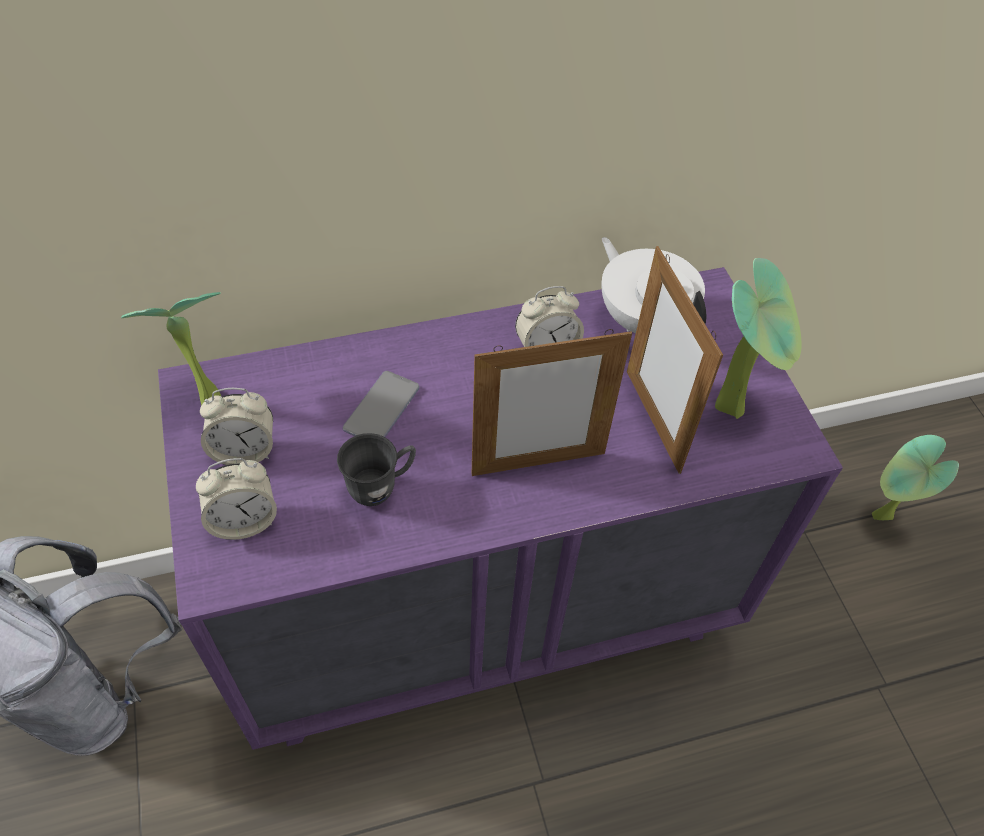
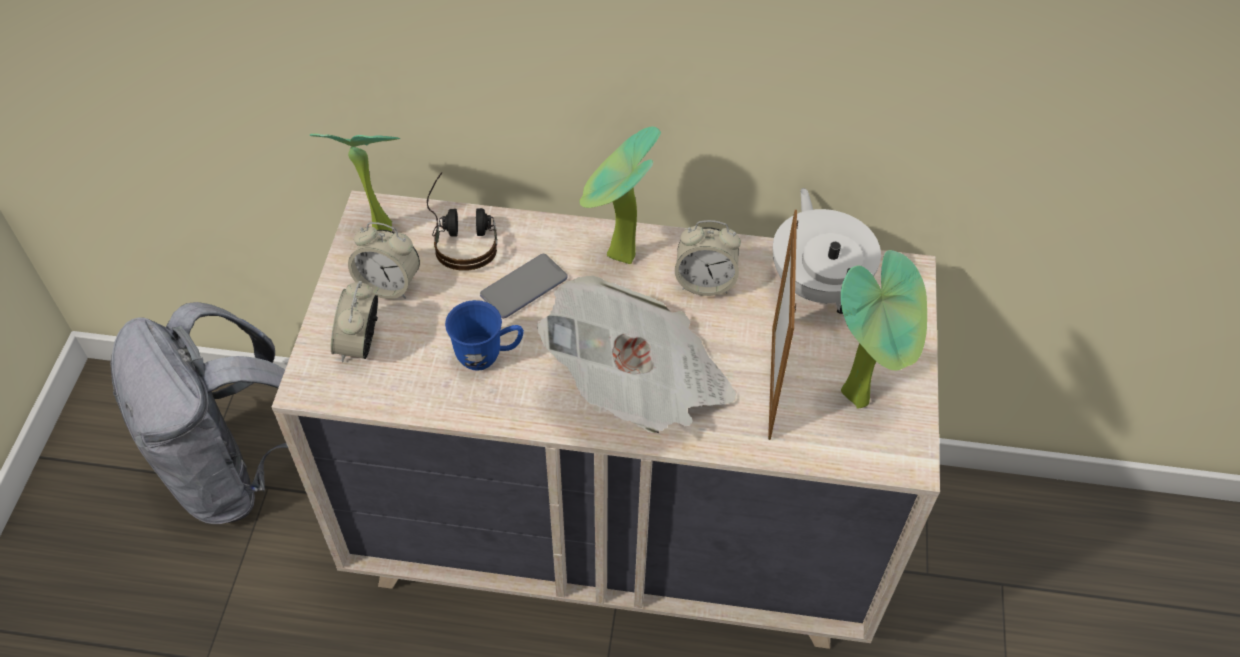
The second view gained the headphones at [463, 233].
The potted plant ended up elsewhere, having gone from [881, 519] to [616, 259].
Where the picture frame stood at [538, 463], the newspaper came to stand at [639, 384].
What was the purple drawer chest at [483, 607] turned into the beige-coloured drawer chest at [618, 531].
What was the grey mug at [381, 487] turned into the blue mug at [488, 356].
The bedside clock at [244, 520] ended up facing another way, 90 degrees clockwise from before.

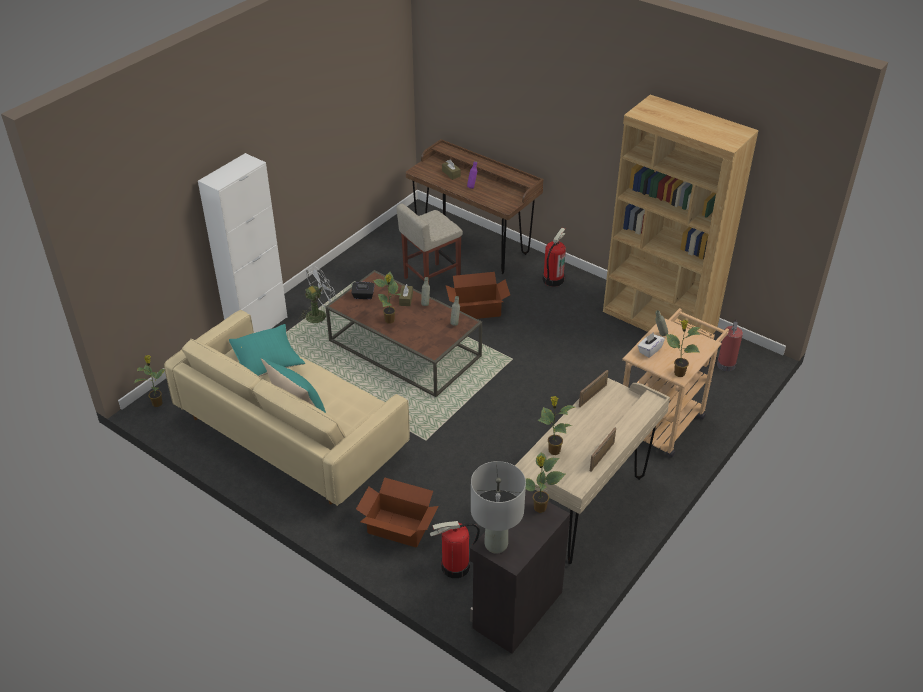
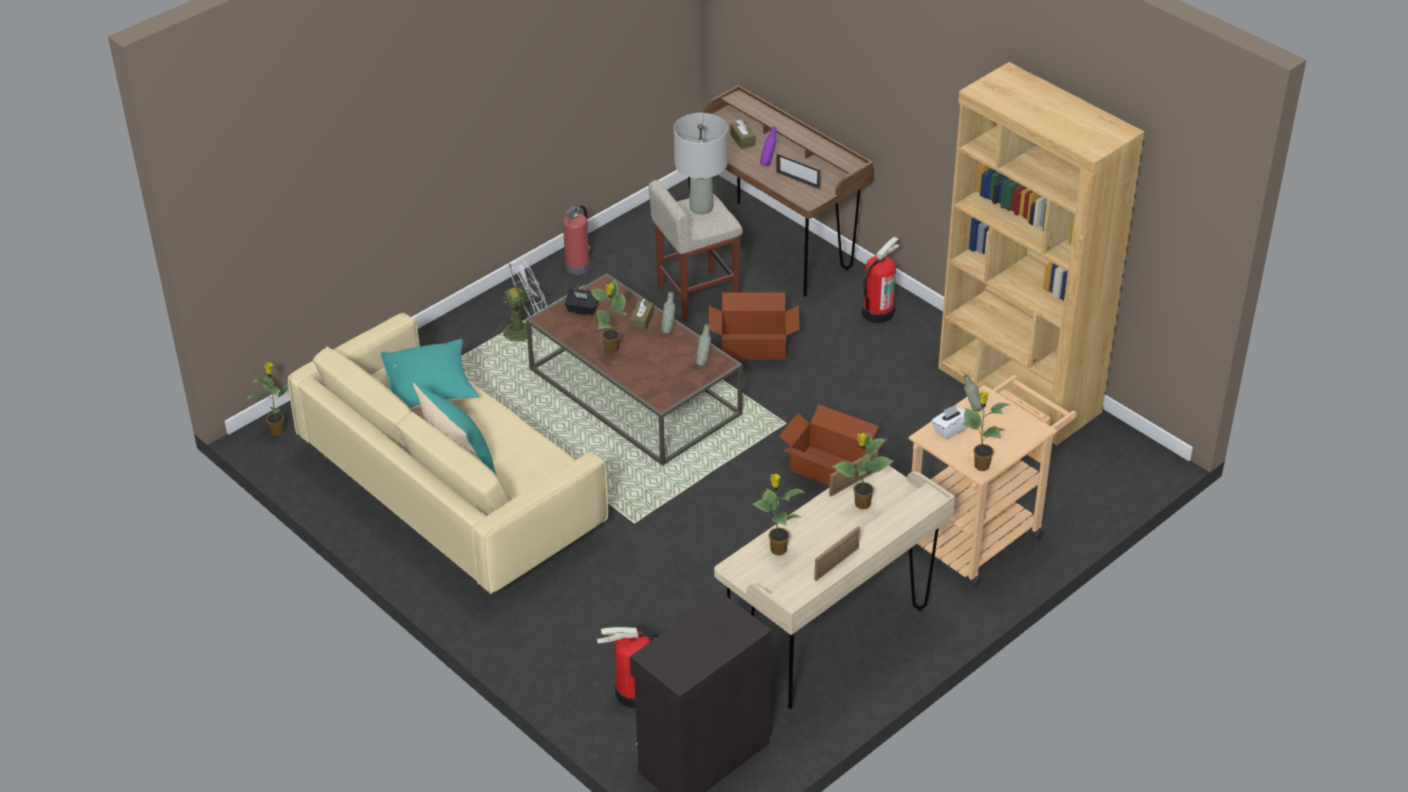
The second view lost the white-coloured cabinet at [257, 327].
The second view gained the picture frame at [798, 180].
The carton ended up elsewhere, having gone from [398, 528] to [829, 470].
The grey table lamp ended up elsewhere, having gone from [496, 545] to [701, 208].
The potted plant ended up elsewhere, having gone from [539, 508] to [861, 504].
The fire-fighting cylinder ended up elsewhere, having gone from [726, 364] to [578, 266].

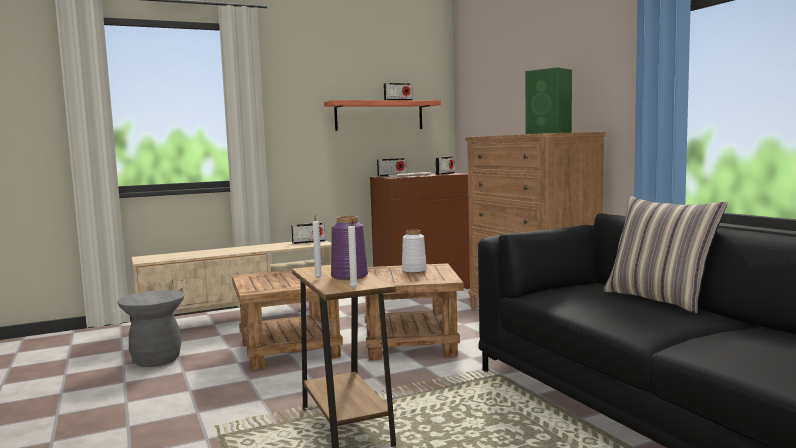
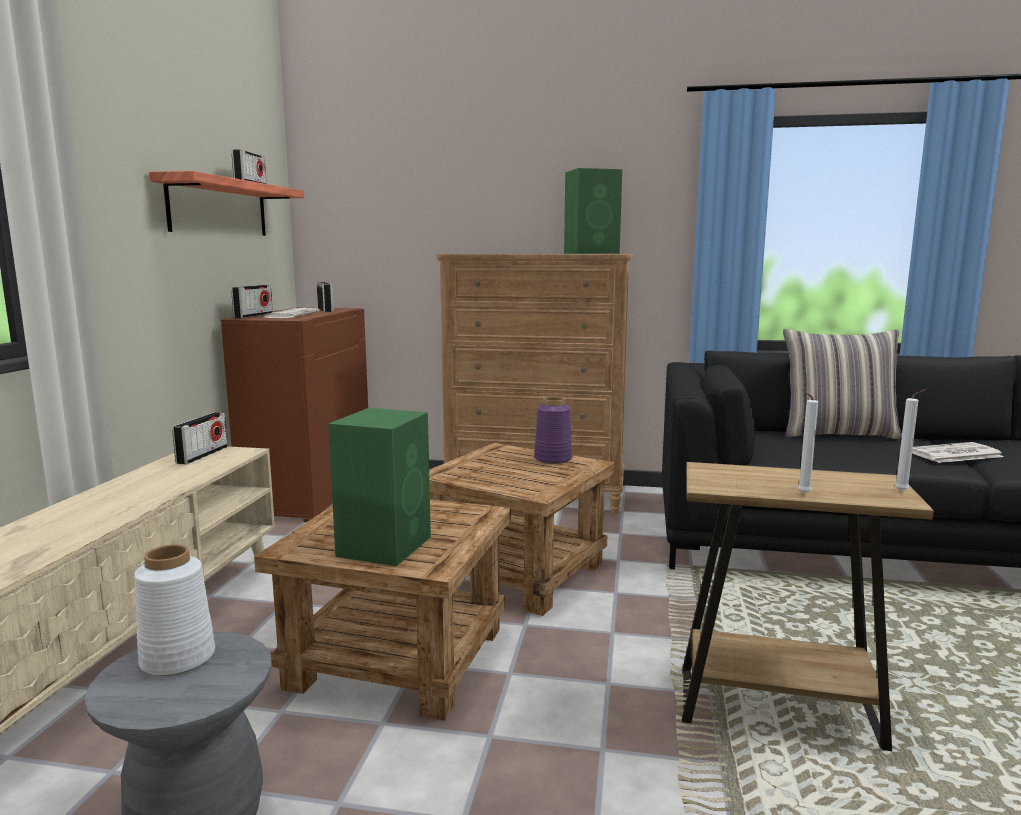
The second view gained the green-coloured loudspeaker at [385, 545].
The second view gained the newspaper at [953, 454].
The purple decorative vase ended up elsewhere, having gone from [349, 277] to [553, 459].
The white-coloured decorative vase ended up elsewhere, having gone from [414, 271] to [178, 659].

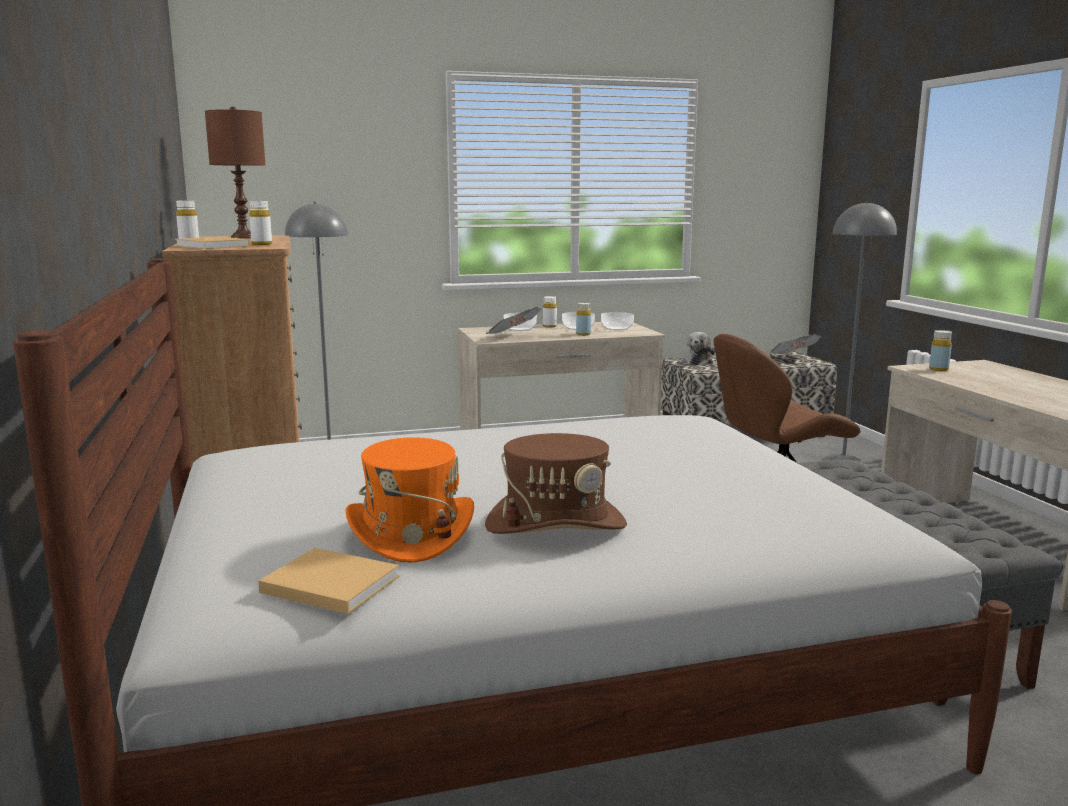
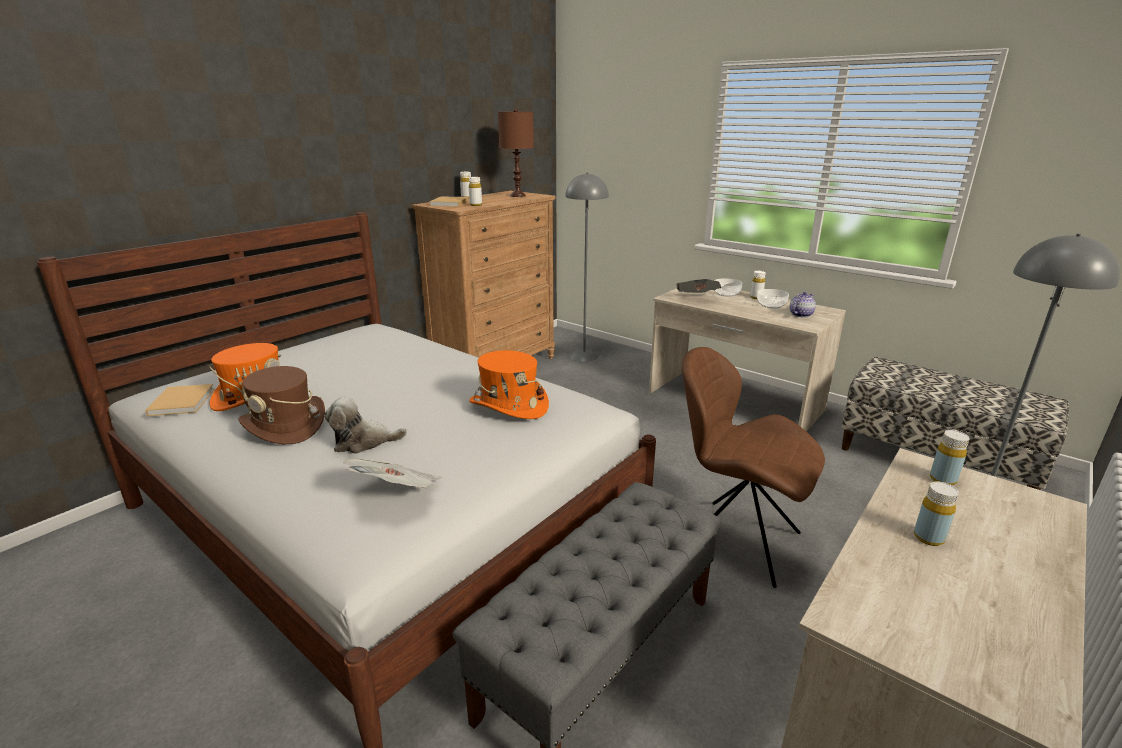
The second view gained the orange clothing hat at [508, 405].
The yellow-coloured beverage bottle ended up elsewhere, having gone from [583, 334] to [928, 538].
The soft toy ended up elsewhere, having gone from [699, 361] to [363, 442].
The newspaper ended up elsewhere, having gone from [793, 358] to [398, 493].
Where the serving bowl stood at [616, 328], the pot for tea came to stand at [800, 314].

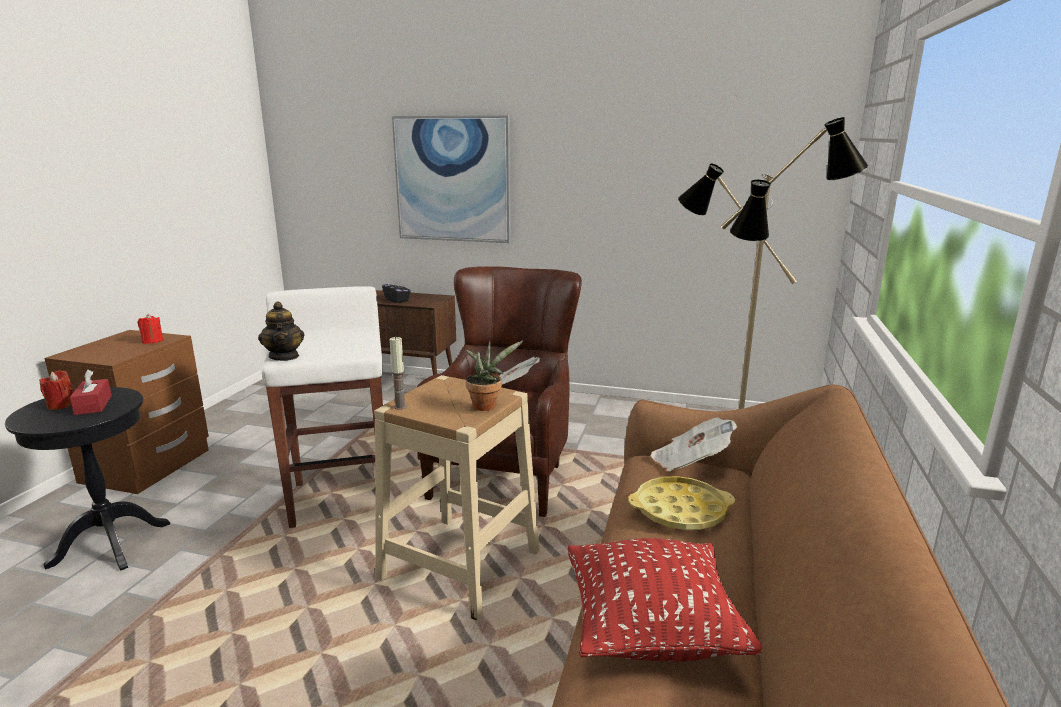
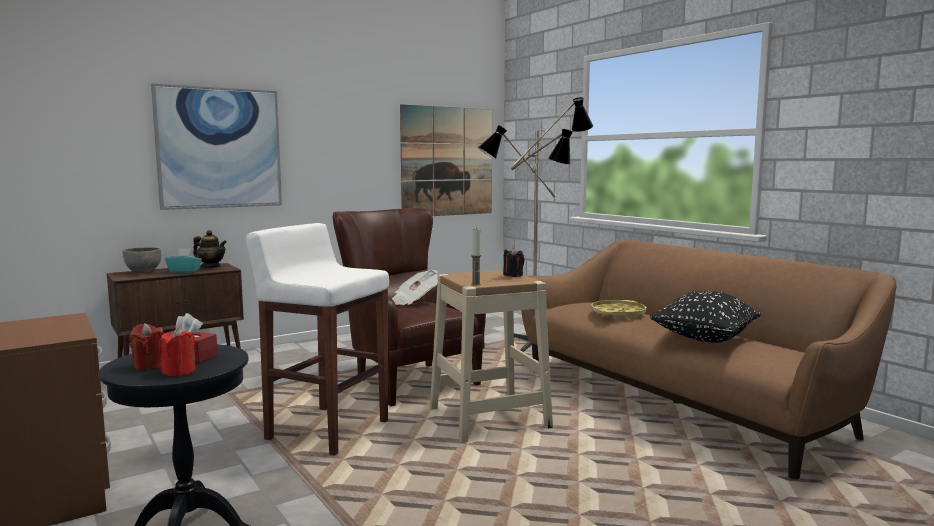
The second view lost the newspaper at [690, 462].
The second view gained the grey serving bowl at [143, 272].
The second view gained the wall art at [447, 161].
The reddish wax light ended up elsewhere, having gone from [152, 341] to [179, 371].
The pot for tea ended up elsewhere, having gone from [284, 356] to [211, 267].
Where the potted plant stood at [487, 405], the black wax light came to stand at [513, 275].
What was the black box of tissues at [397, 300] turned into the blue-green box of tissues at [184, 271].
What was the reddish throw pillow at [651, 631] turned into the black throw pillow at [704, 339].

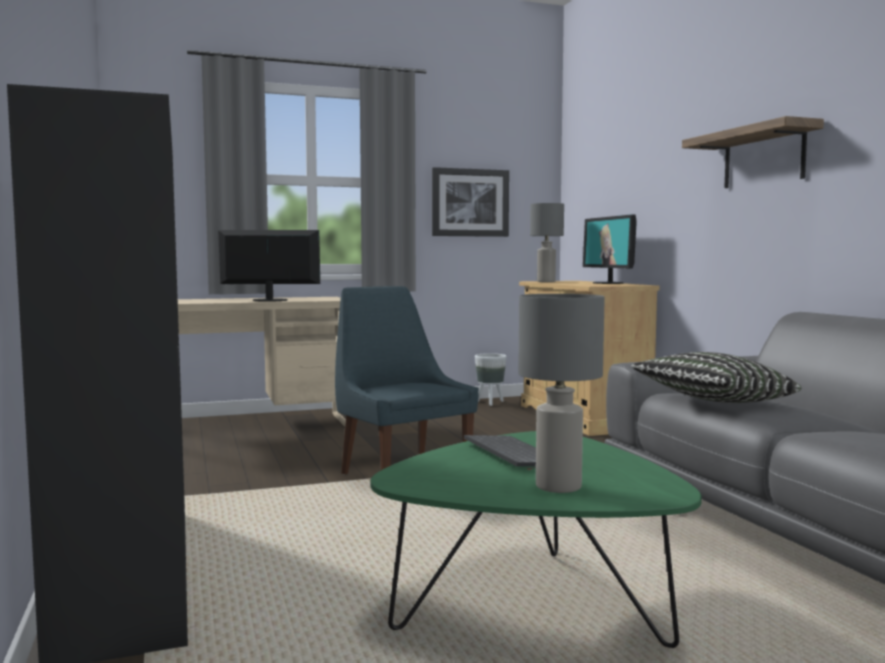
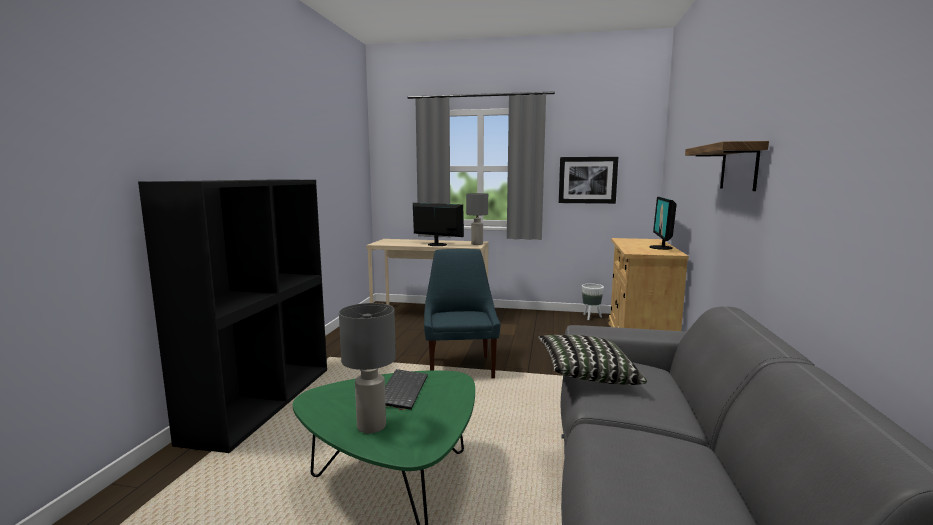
The grey table lamp ended up elsewhere, having gone from [546, 282] to [477, 244].

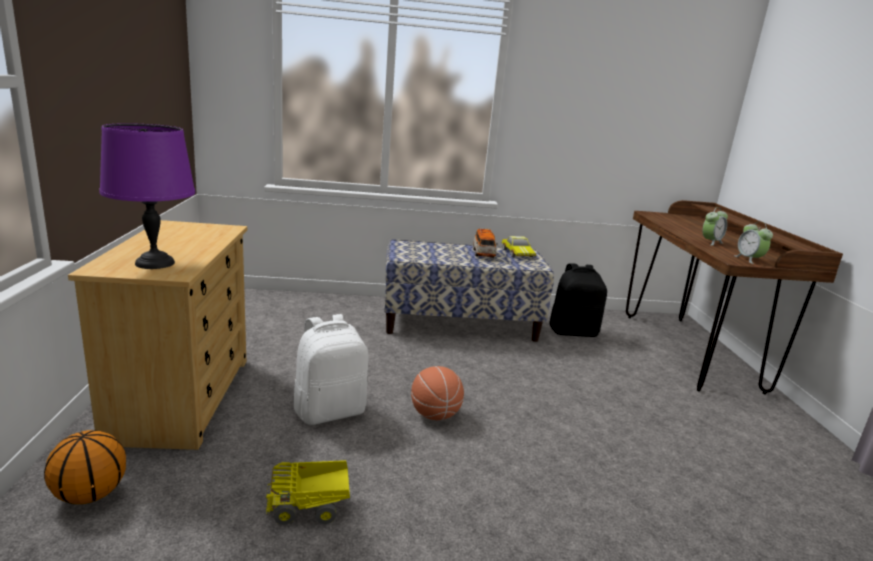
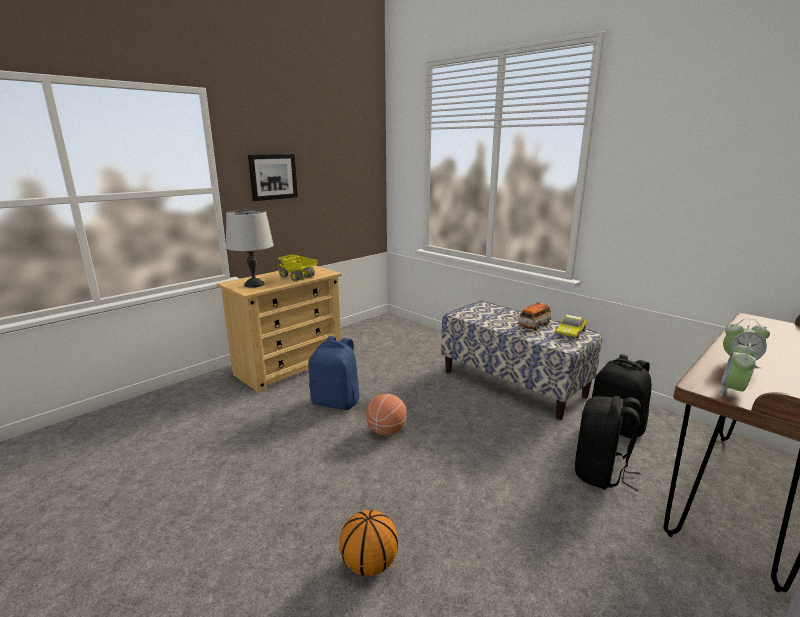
The second view gained the wall art at [273, 176].
The second view gained the black backpack at [601, 473].
The basketball ended up elsewhere, having gone from [91, 494] to [370, 564].
The toy lorry ended up elsewhere, having gone from [310, 508] to [298, 277].
What was the purple table lamp at [156, 263] turned into the grey table lamp at [254, 284].
What was the white-coloured backpack at [330, 411] turned into the blue backpack at [336, 402].

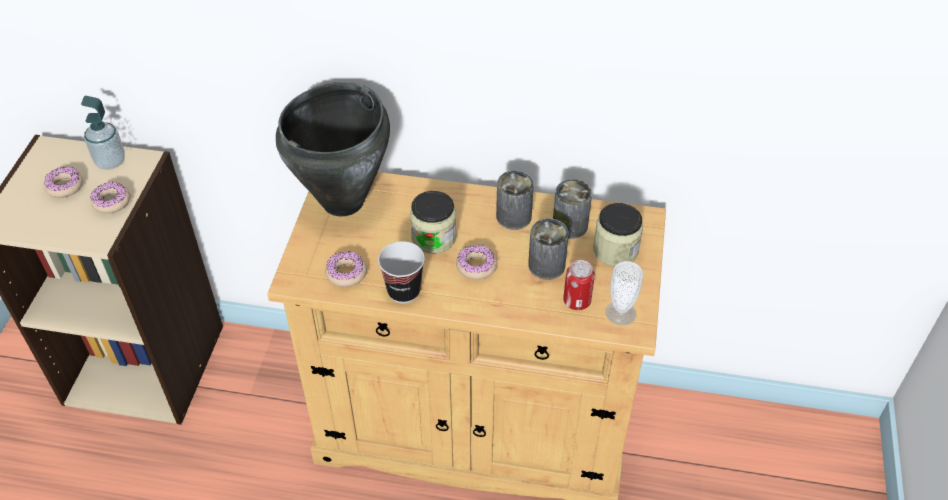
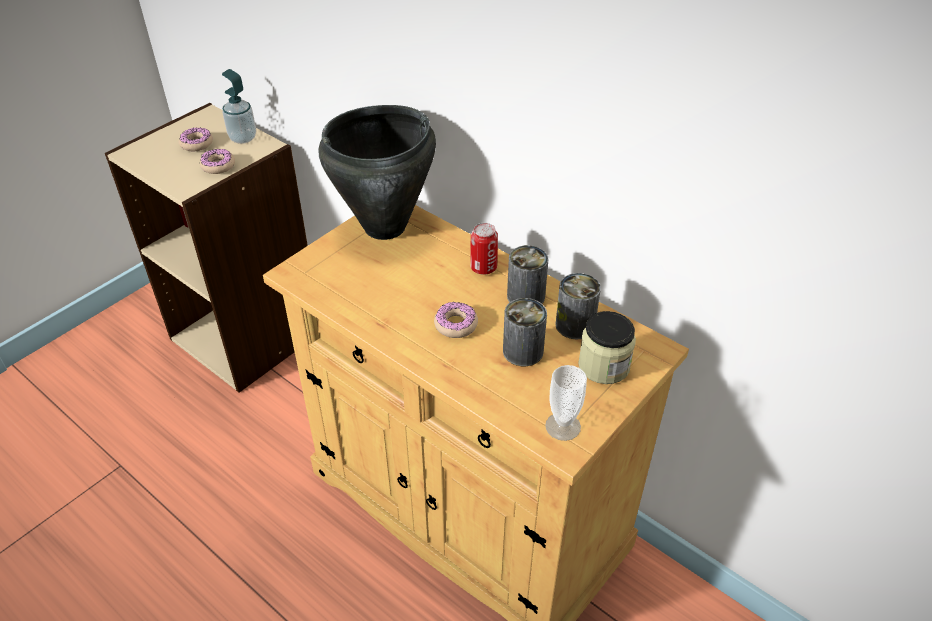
The second view lost the donut at [346, 273].
The second view lost the drinking cup at [404, 291].
The second view lost the jar at [434, 238].
The can ended up elsewhere, having gone from [577, 301] to [483, 268].

